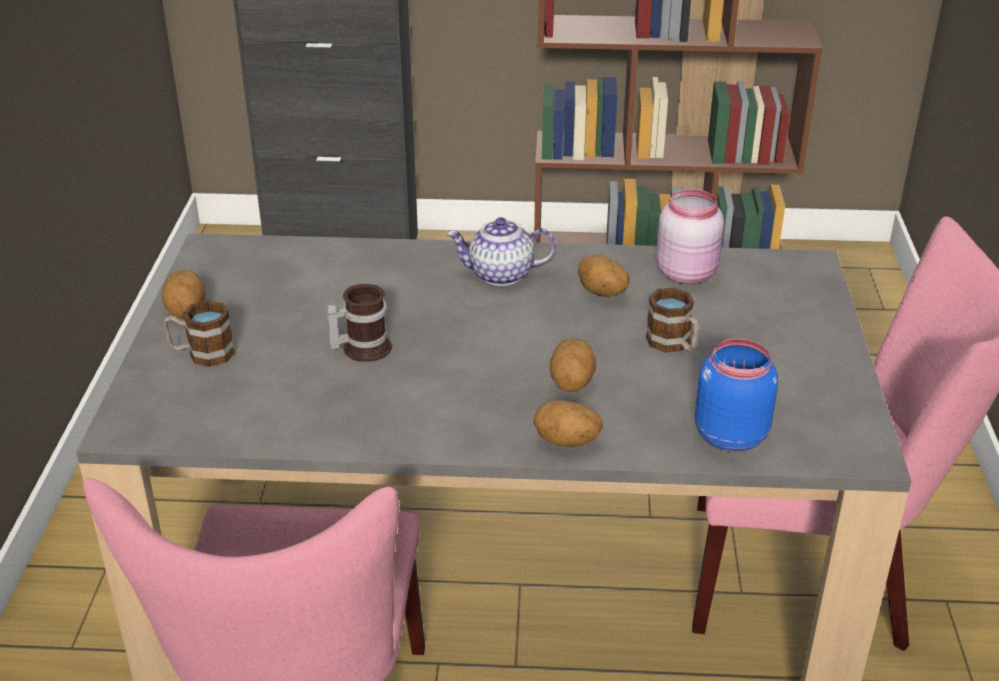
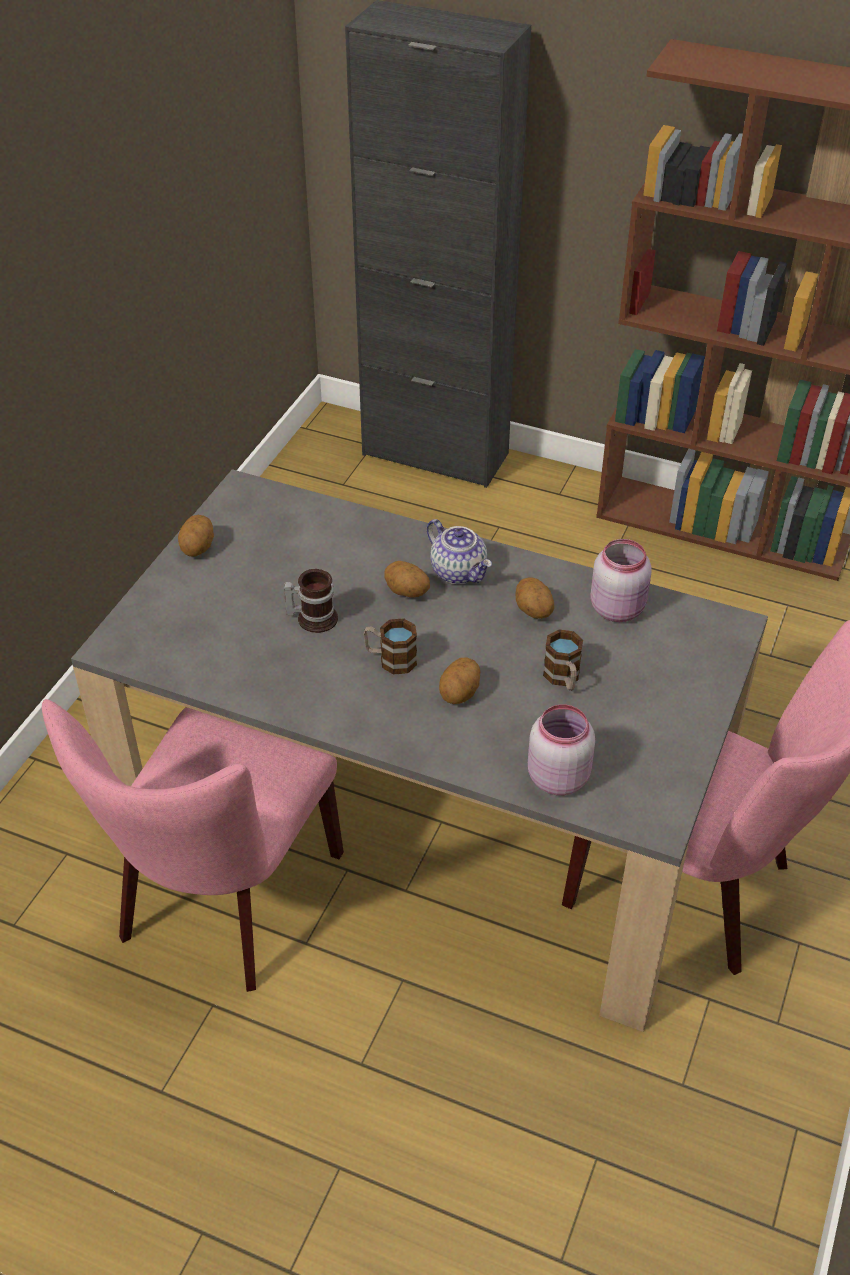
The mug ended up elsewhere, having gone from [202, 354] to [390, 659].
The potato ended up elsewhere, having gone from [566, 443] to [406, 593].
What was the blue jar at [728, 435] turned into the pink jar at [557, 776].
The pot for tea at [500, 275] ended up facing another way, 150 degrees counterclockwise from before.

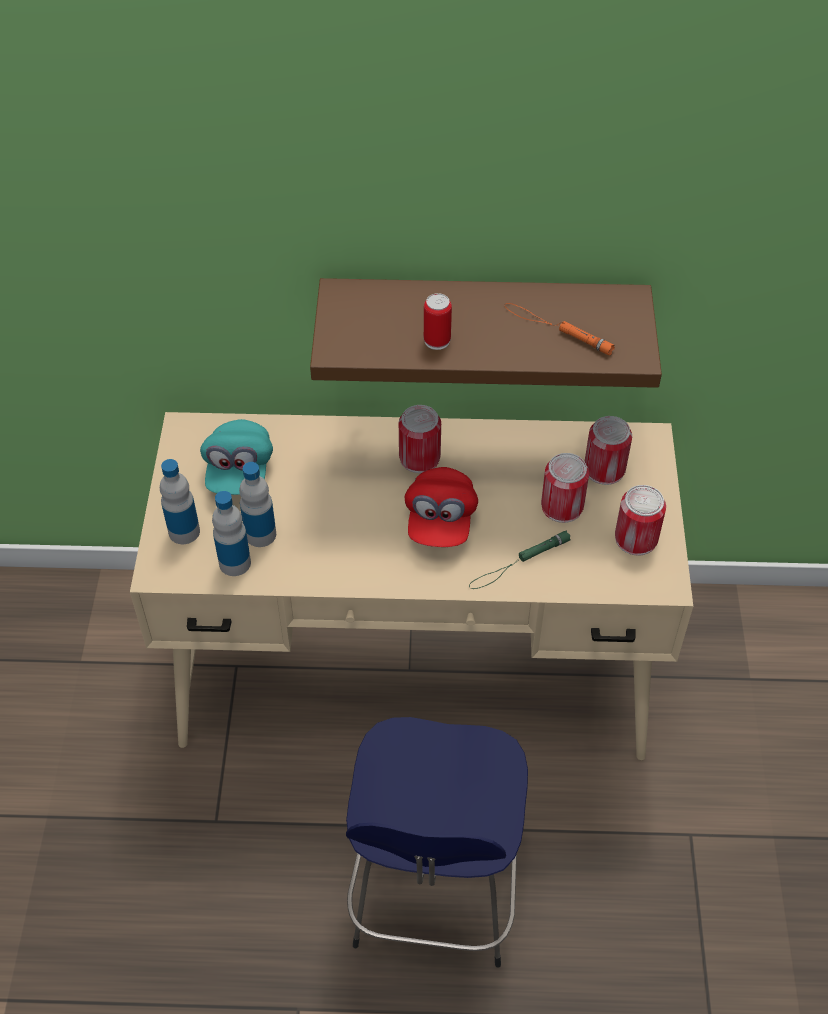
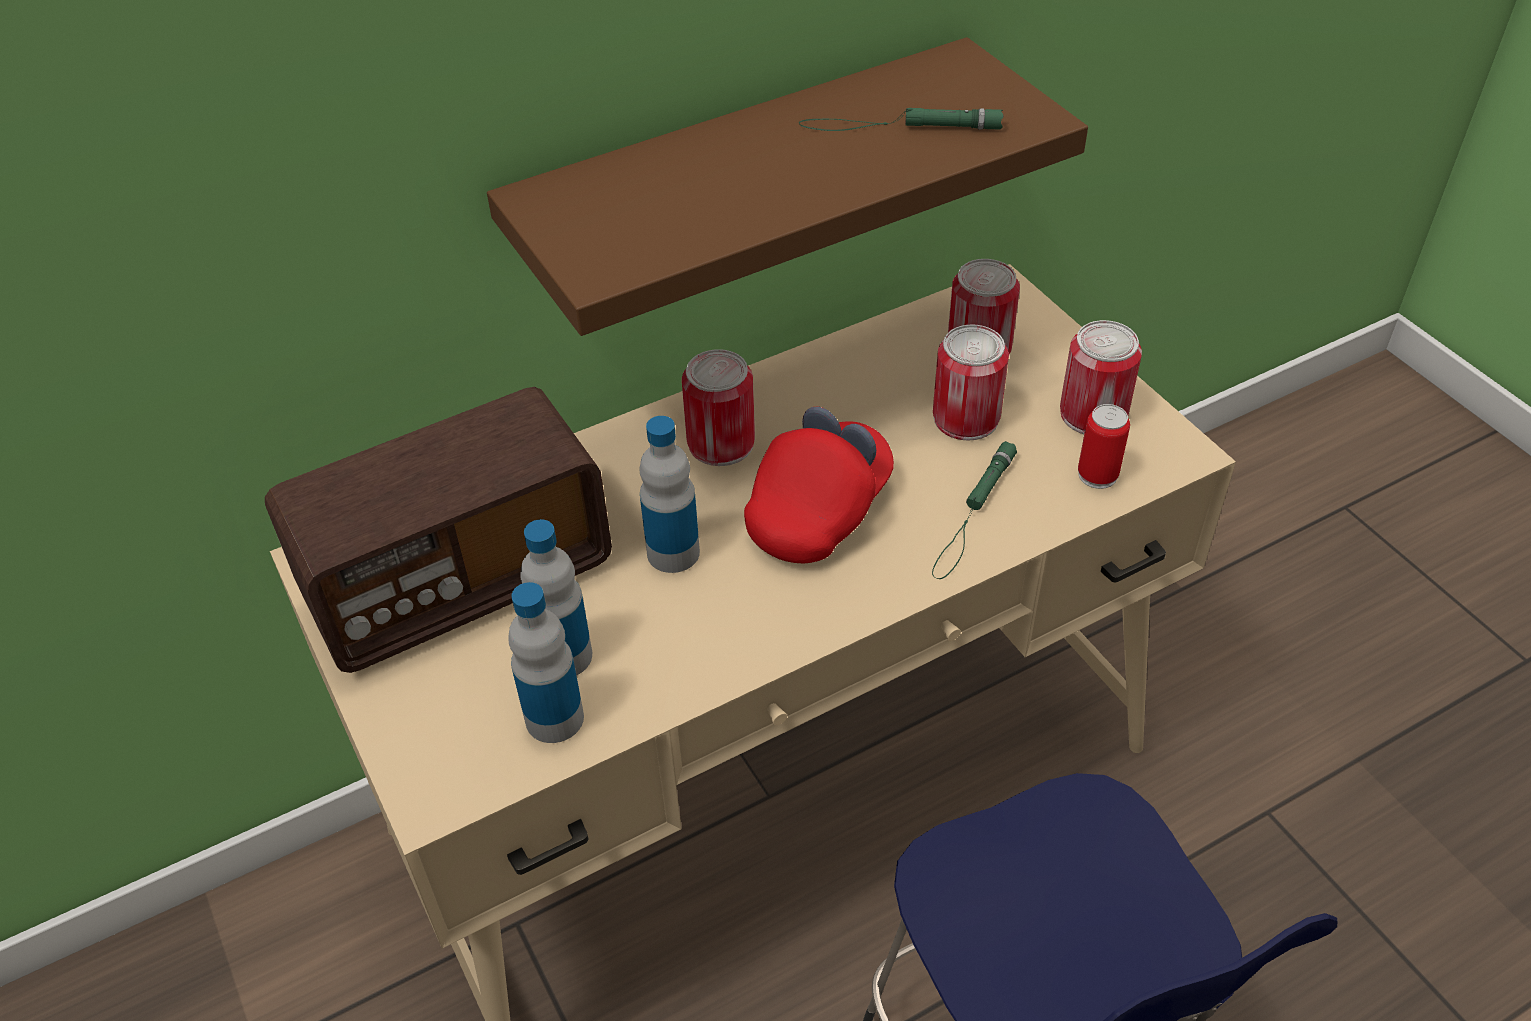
The beverage bottle ended up elsewhere, having gone from [184, 531] to [673, 552].
The can ended up elsewhere, having gone from [437, 340] to [1097, 475].
Where the blue-green cap stood at [239, 471], the radio came to stand at [459, 581].
What was the orange flashlight at [557, 329] turned into the green-coloured flashlight at [899, 126].
The reddish cap at [440, 521] ended up facing another way, 120 degrees counterclockwise from before.

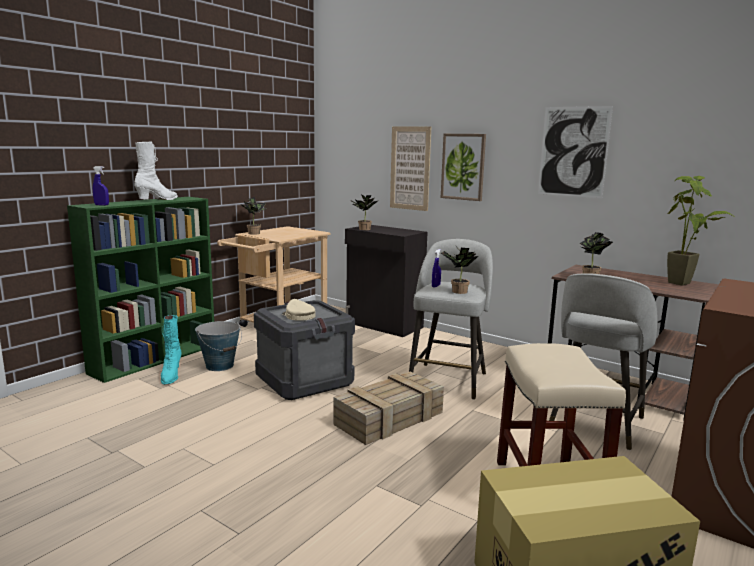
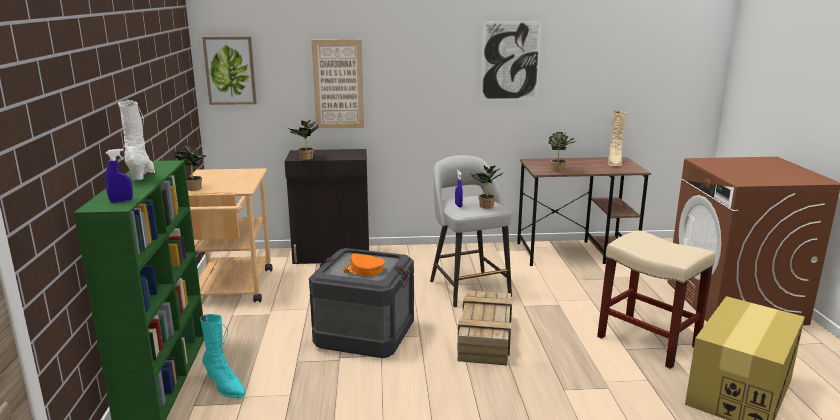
The second view lost the bucket at [220, 365].
The second view lost the grey stool seat at [595, 424].
The wall art ended up elsewhere, having gone from [463, 167] to [230, 70].
Where the potted plant stood at [685, 285], the beige-coloured boot came to stand at [614, 162].
What was the beige-coloured cap at [298, 316] turned into the orange cap at [363, 270].

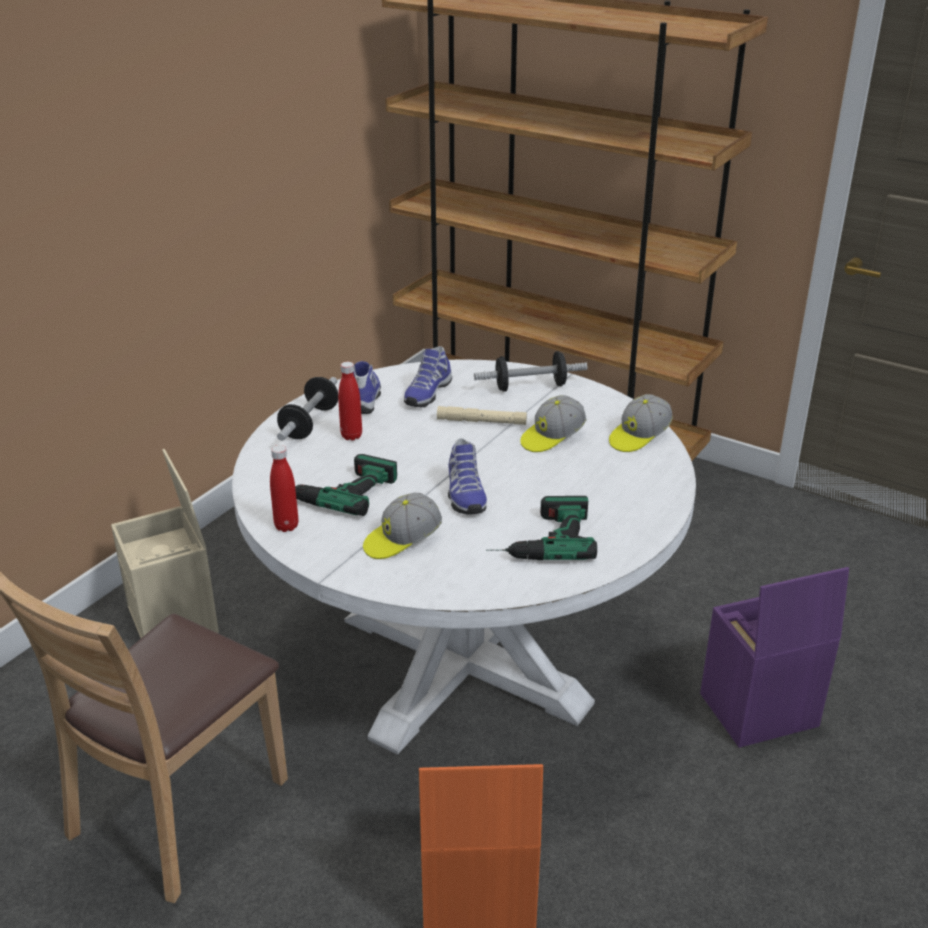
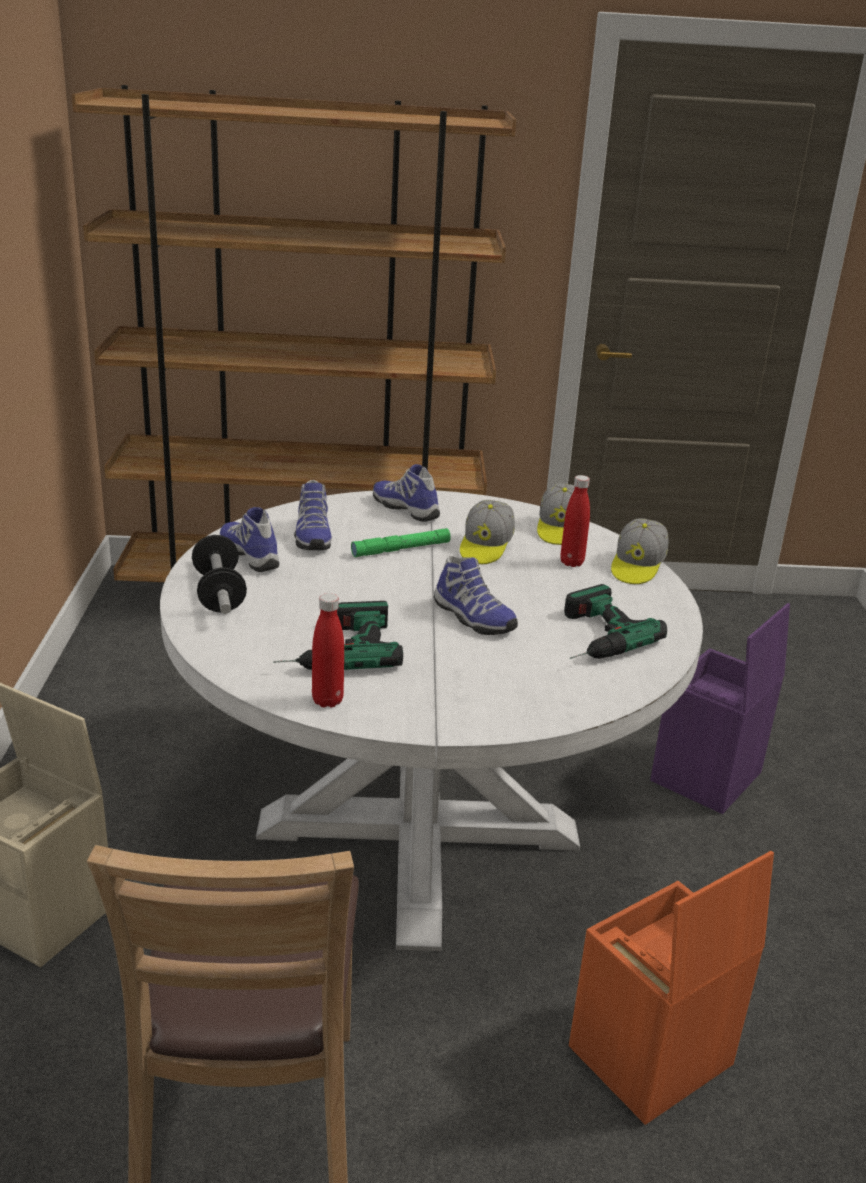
The reddish beverage bottle ended up elsewhere, having gone from [351, 436] to [571, 562].
The cap ended up elsewhere, having gone from [402, 540] to [637, 567].
Where the hand weight stood at [530, 386], the low shoe came to stand at [407, 509].
What was the beige-coloured flashlight at [481, 421] turned into the green-coloured flashlight at [401, 549].

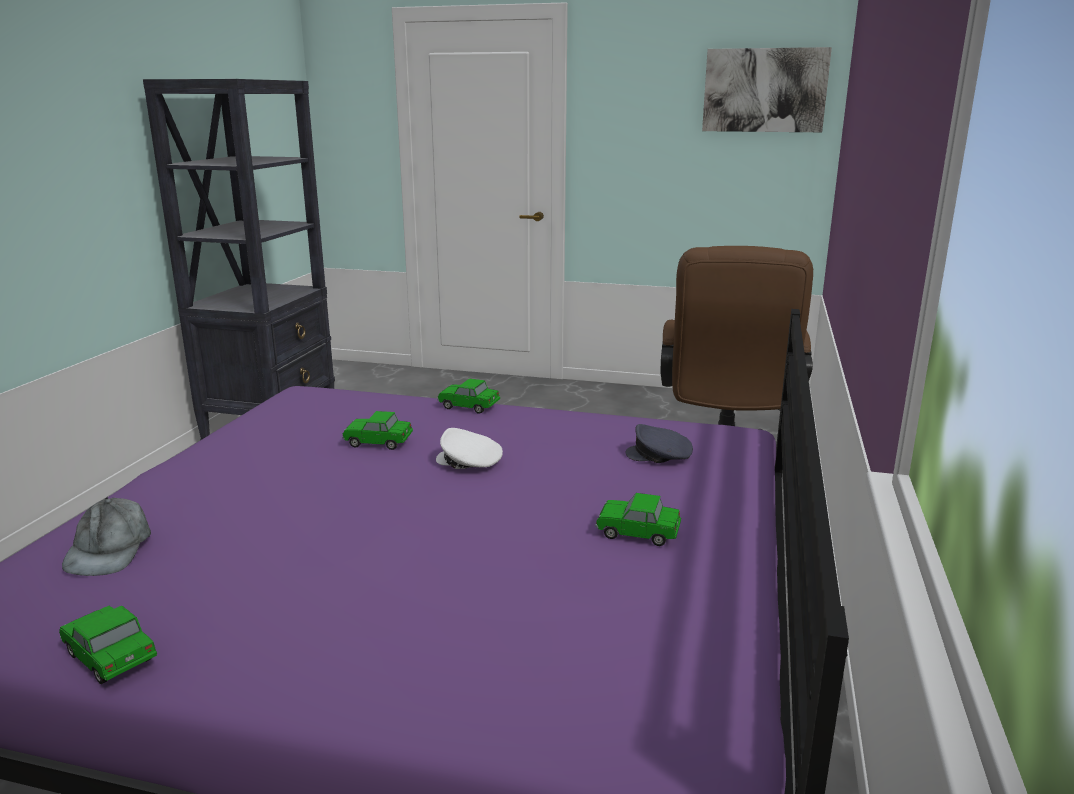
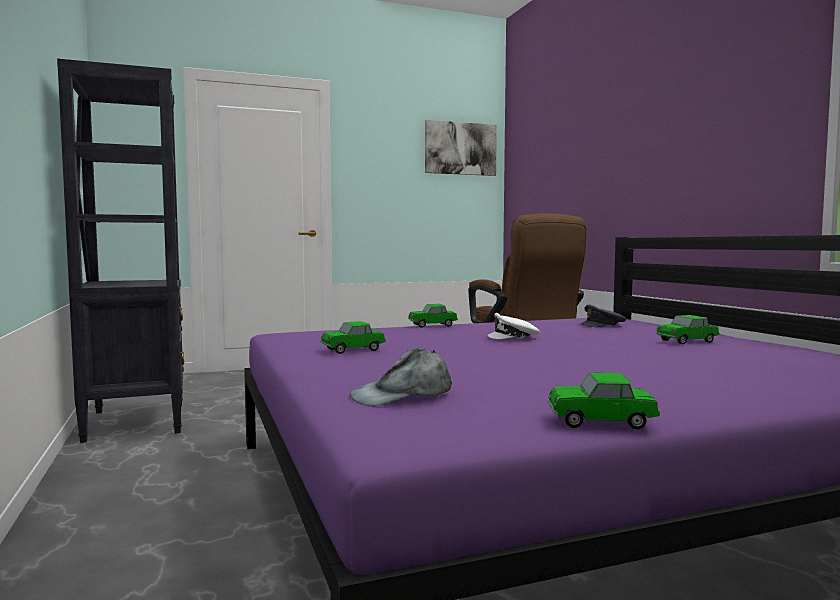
The miniature car ended up elsewhere, having gone from [378, 442] to [353, 350].
The grey cap at [109, 549] ended up facing another way, 105 degrees clockwise from before.

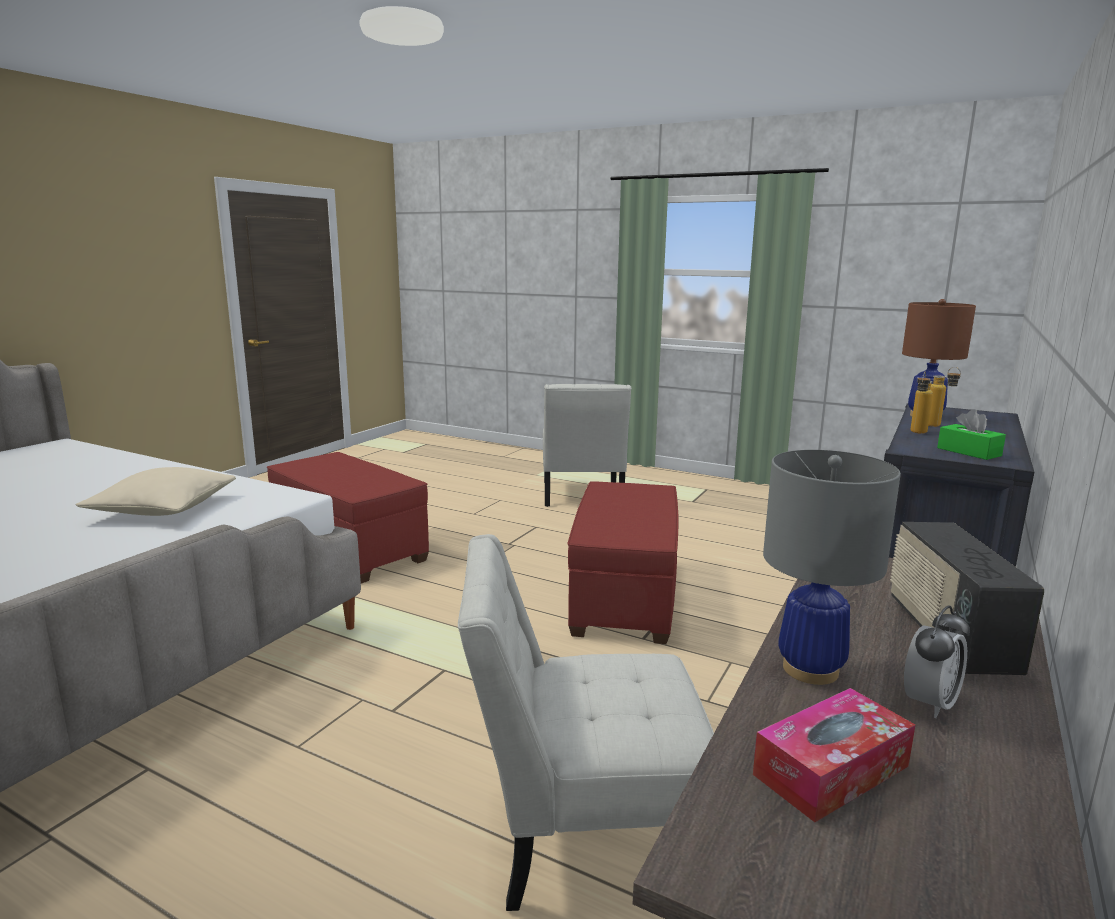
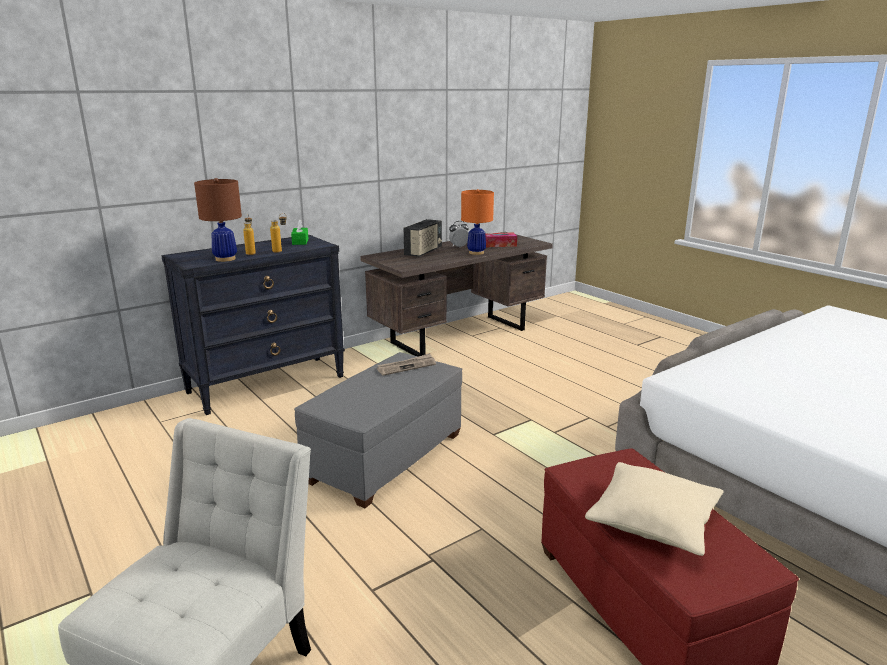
The second view lost the white-coloured upright chair at [583, 830].
The second view gained the newspaper at [406, 366].
The beige-coloured throw pillow ended up elsewhere, having gone from [163, 508] to [653, 521].
What was the reddish pouffe at [624, 596] turned into the grey pouffe at [386, 457].
What was the grey table lamp at [811, 669] turned into the orange table lamp at [476, 252].

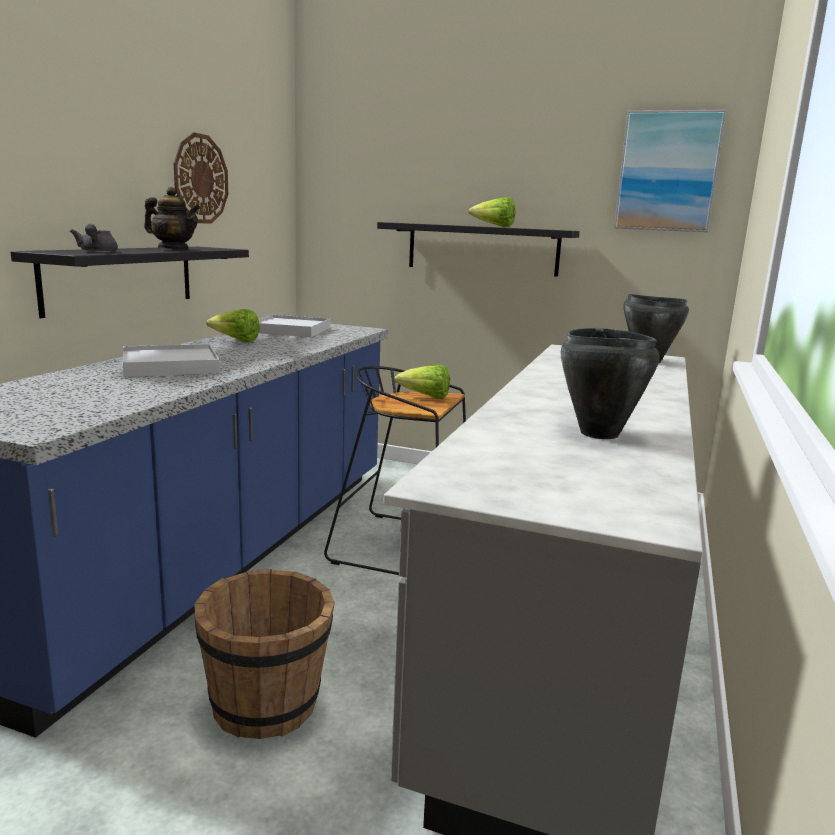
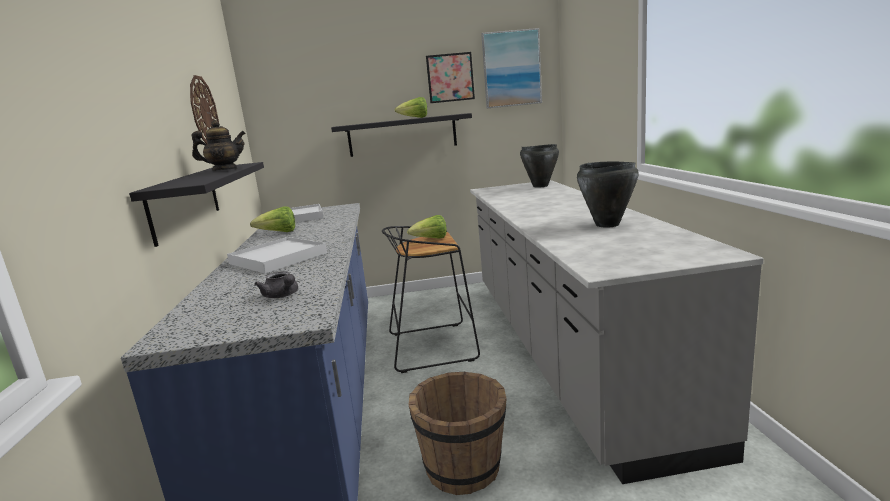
The second view gained the wall art at [450, 77].
The grey pot for tea ended up elsewhere, having gone from [97, 252] to [282, 296].

